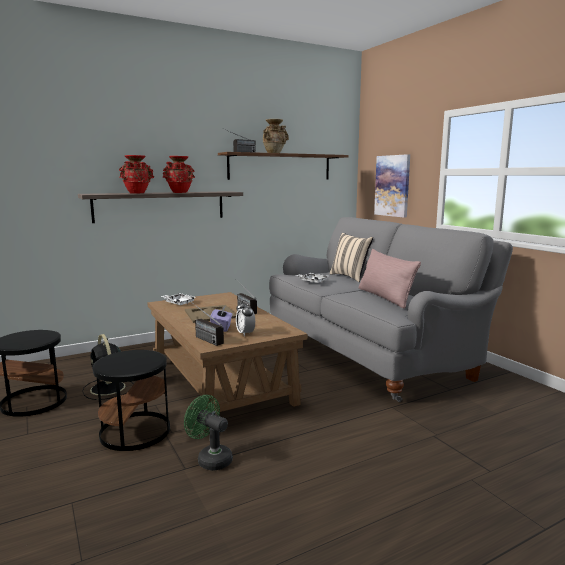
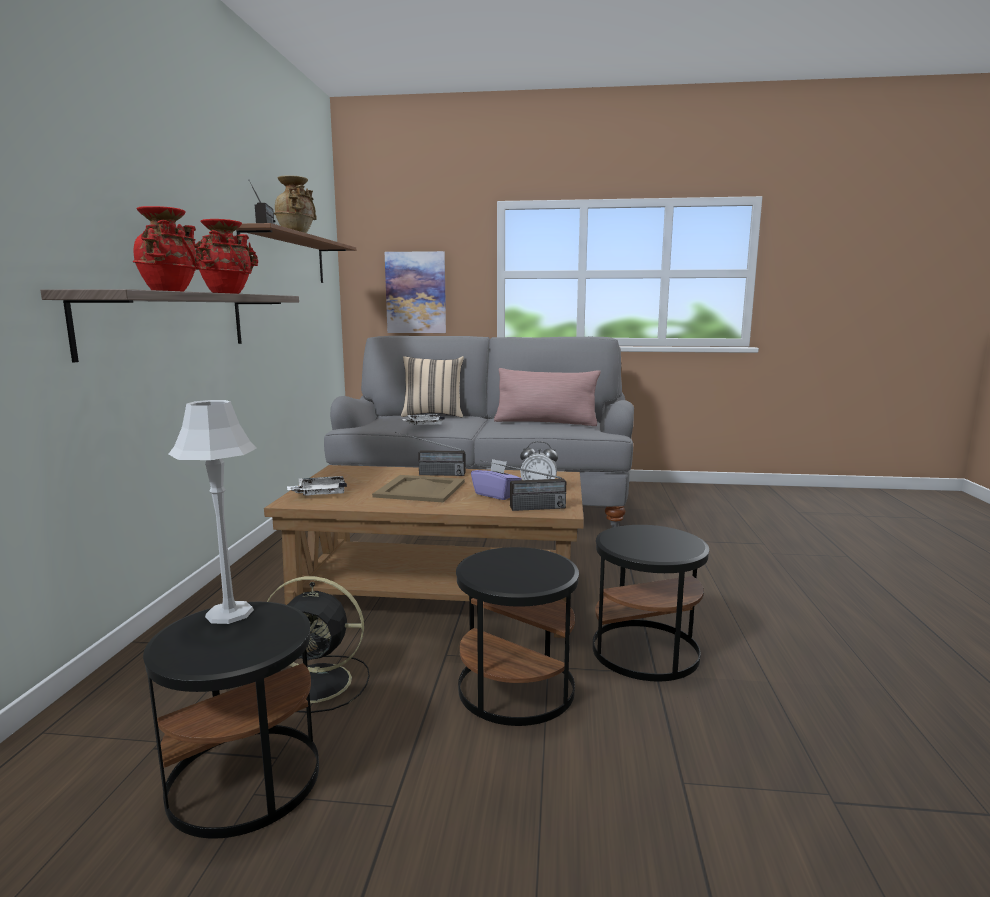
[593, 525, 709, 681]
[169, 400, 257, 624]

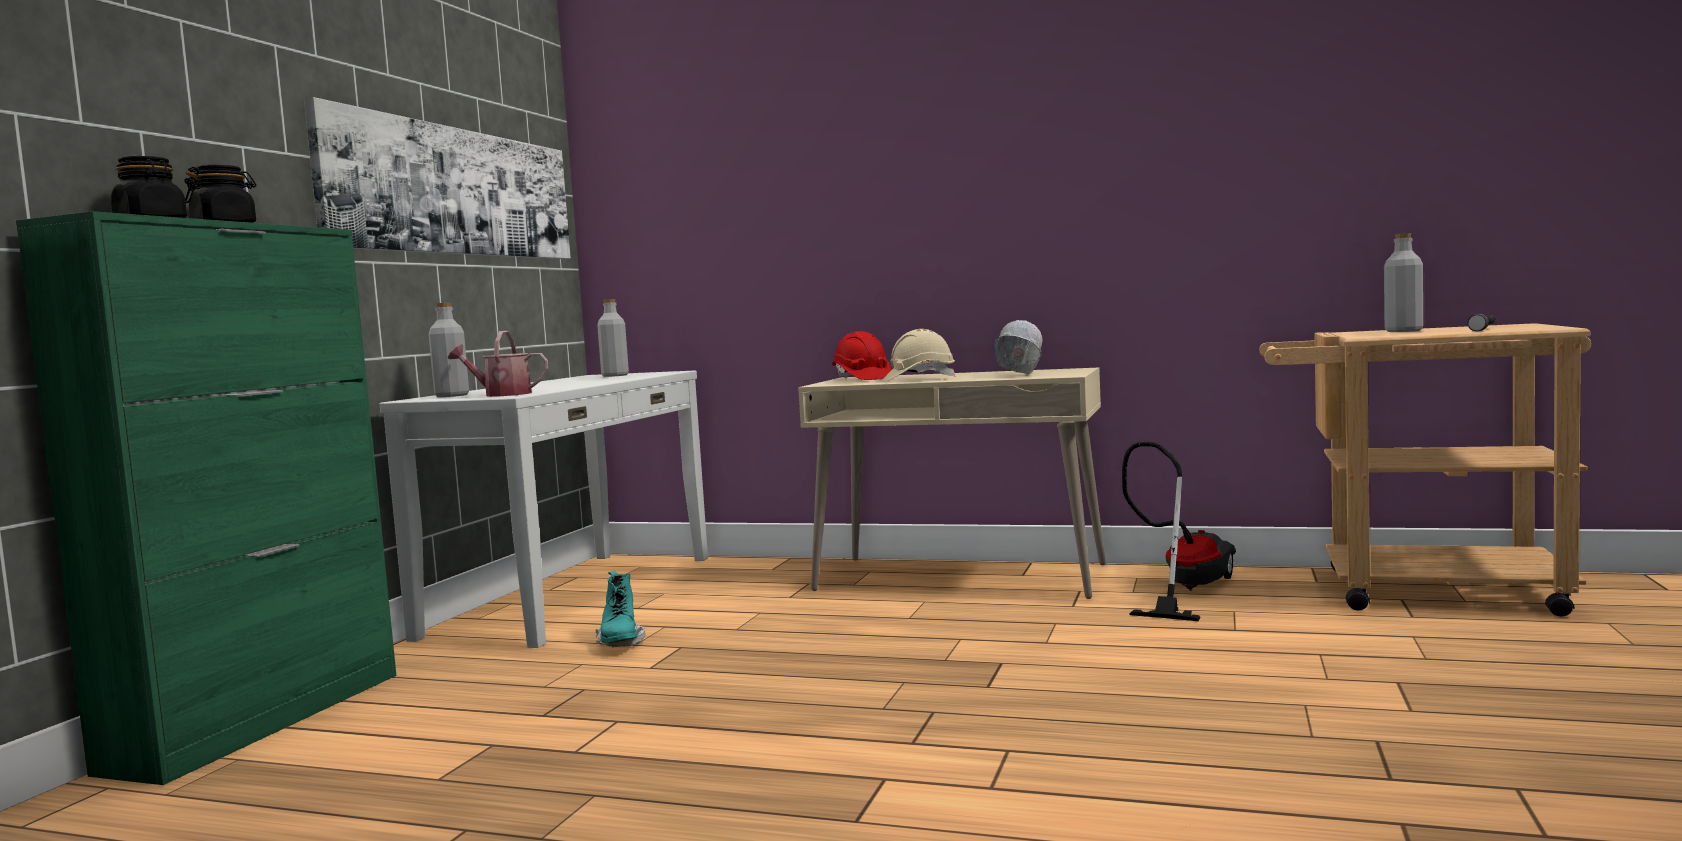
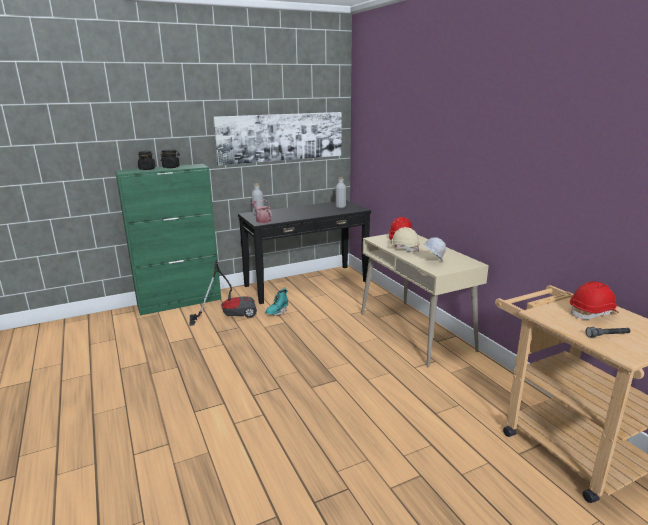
[570, 282, 619, 320]
[238, 200, 371, 304]
[190, 260, 257, 326]

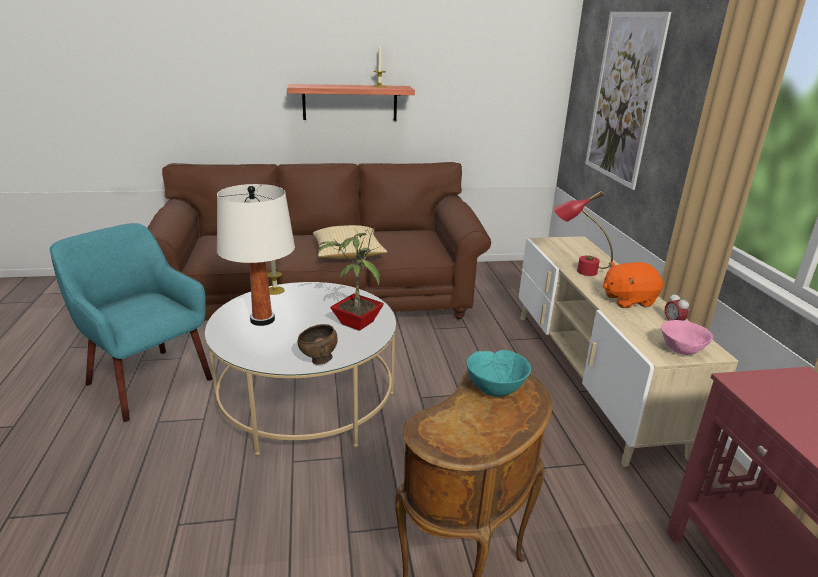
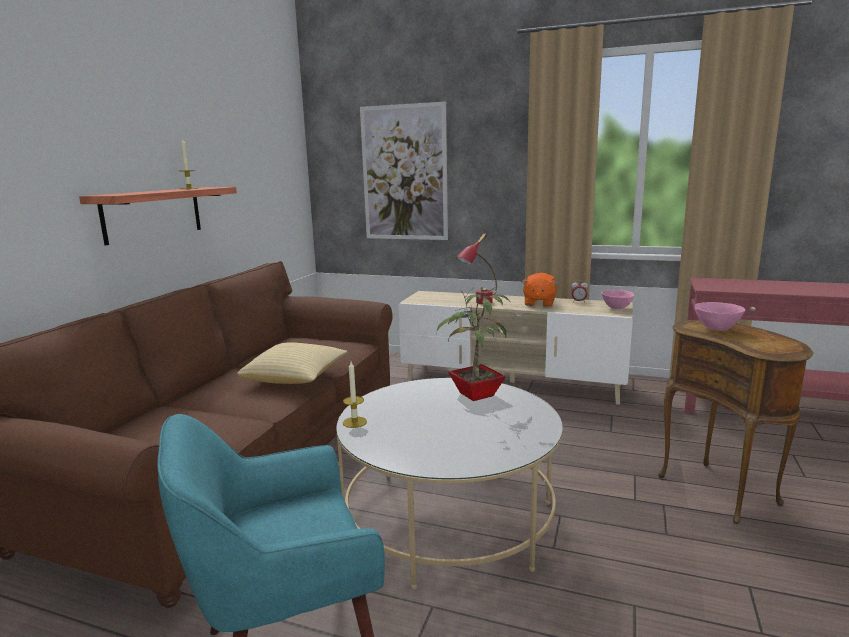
[217, 184, 295, 326] (first image)
[297, 324, 338, 365] (first image)
[695, 302, 745, 331]

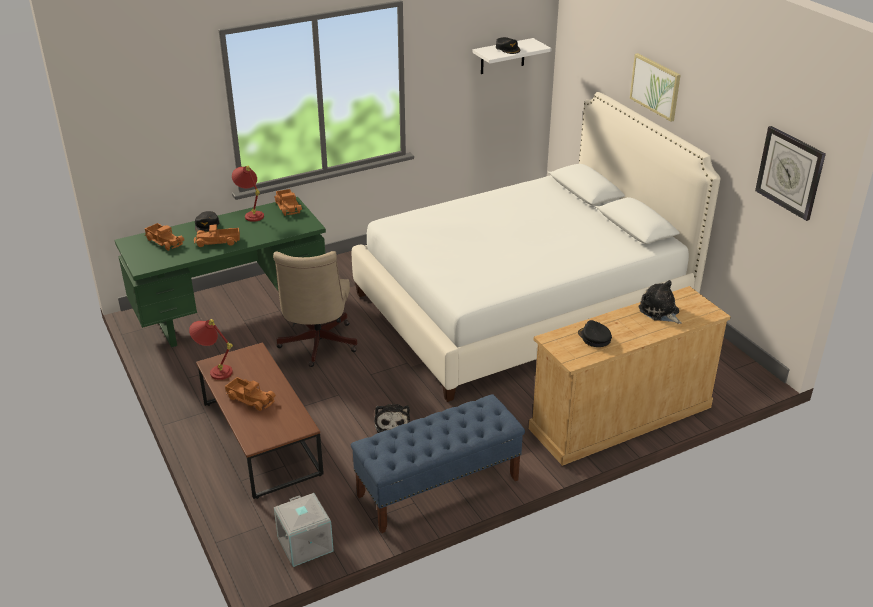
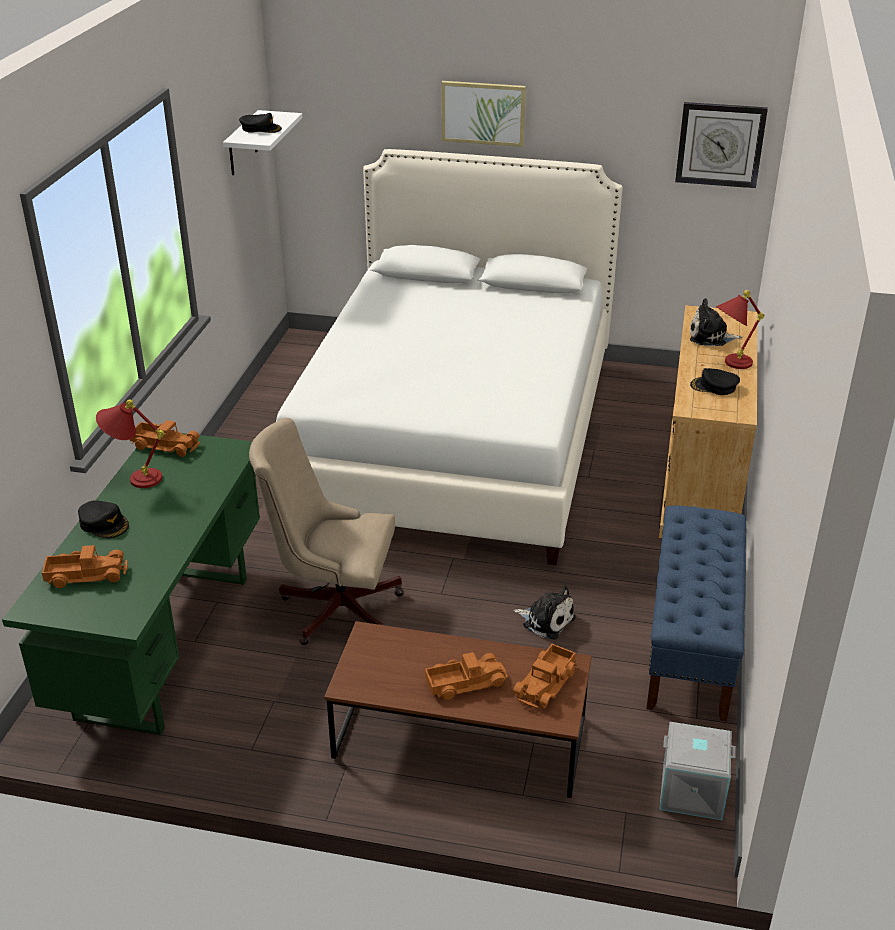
[513, 644, 577, 709]
[249, 418, 404, 645]
[716, 290, 764, 369]

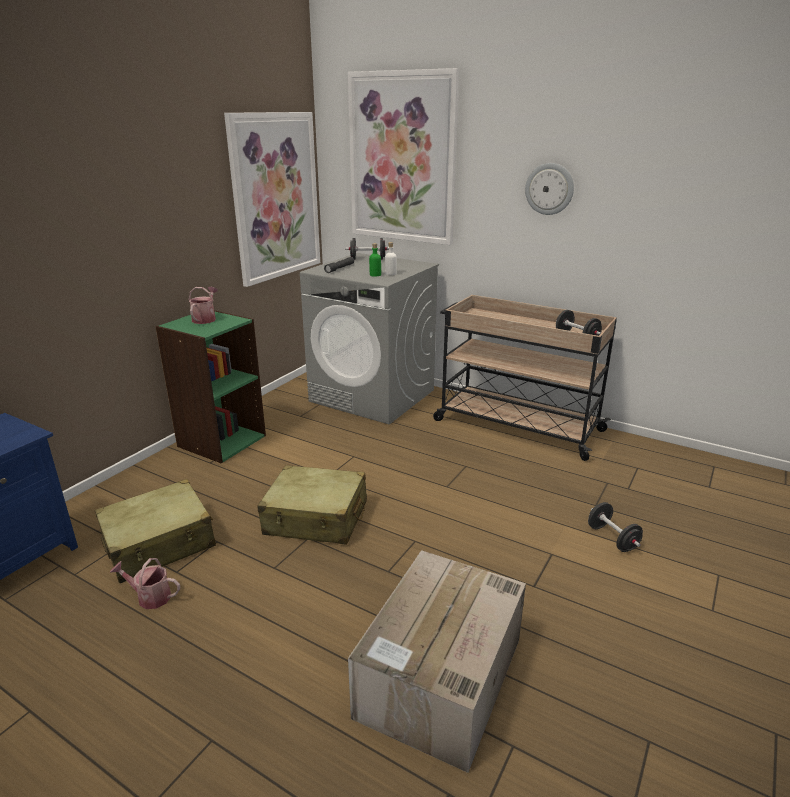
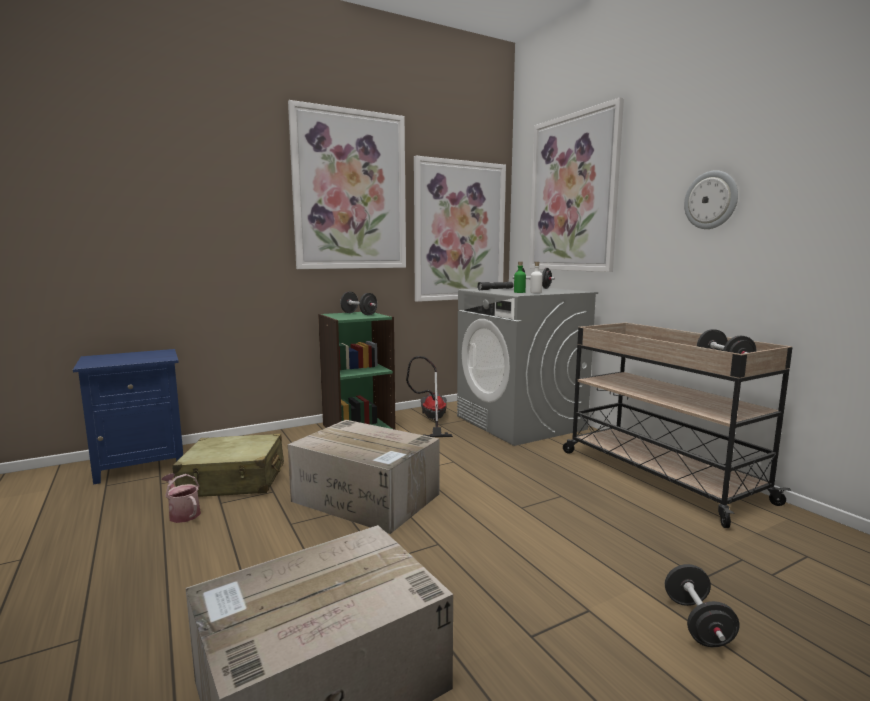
[340, 292, 377, 315]
[288, 420, 439, 534]
[288, 100, 406, 269]
[406, 356, 453, 437]

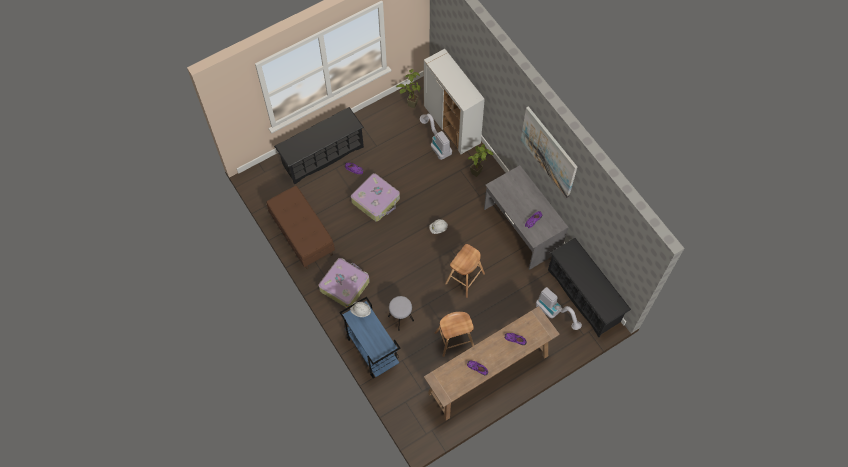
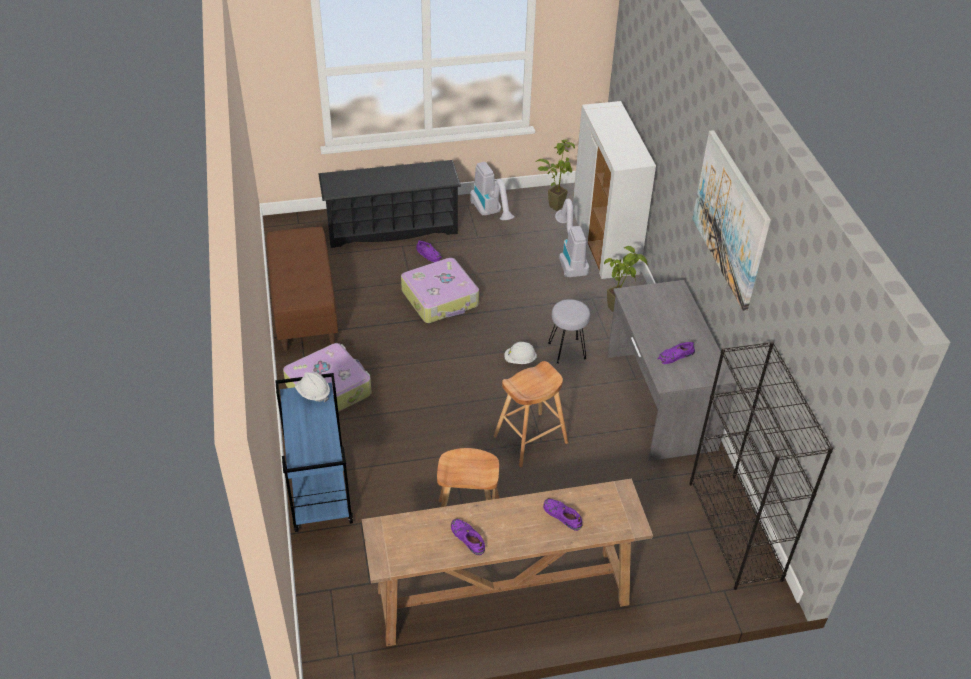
[690, 341, 833, 590]
[470, 162, 515, 220]
[548, 299, 590, 364]

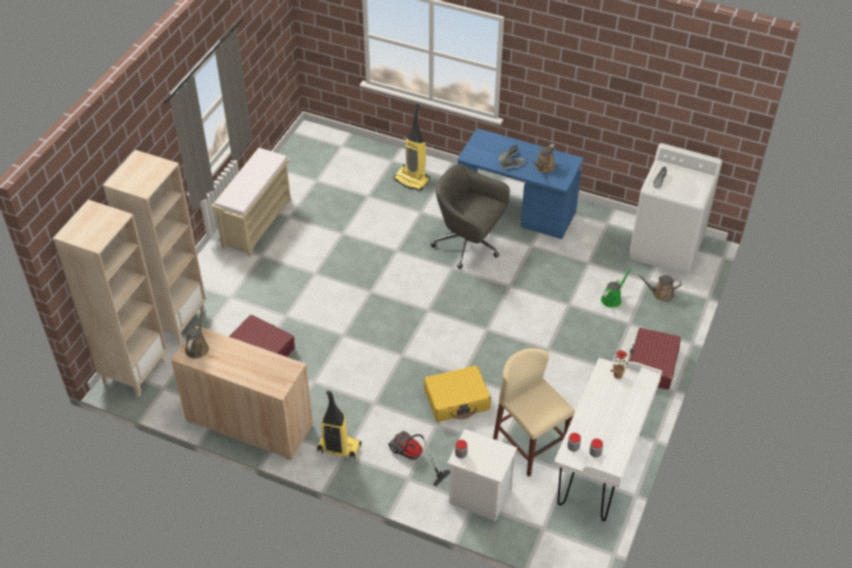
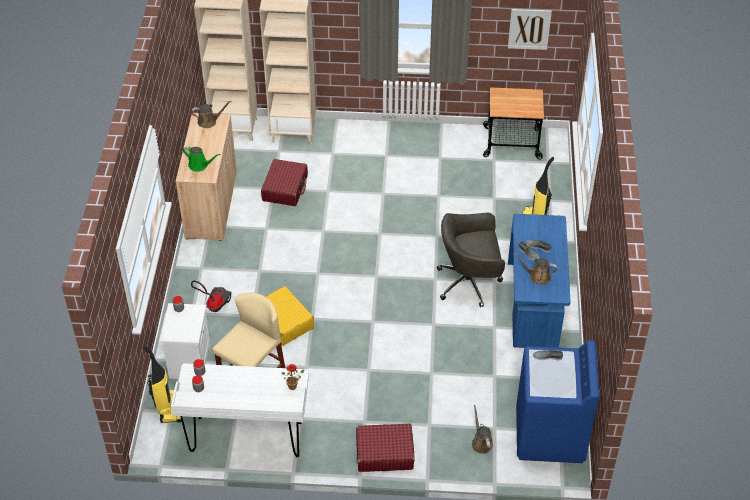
[516, 340, 599, 463]
[212, 148, 291, 256] (first image)
[437, 213, 505, 307]
[183, 146, 221, 172]
[143, 345, 181, 423]
[508, 9, 552, 50]
[483, 87, 544, 160]

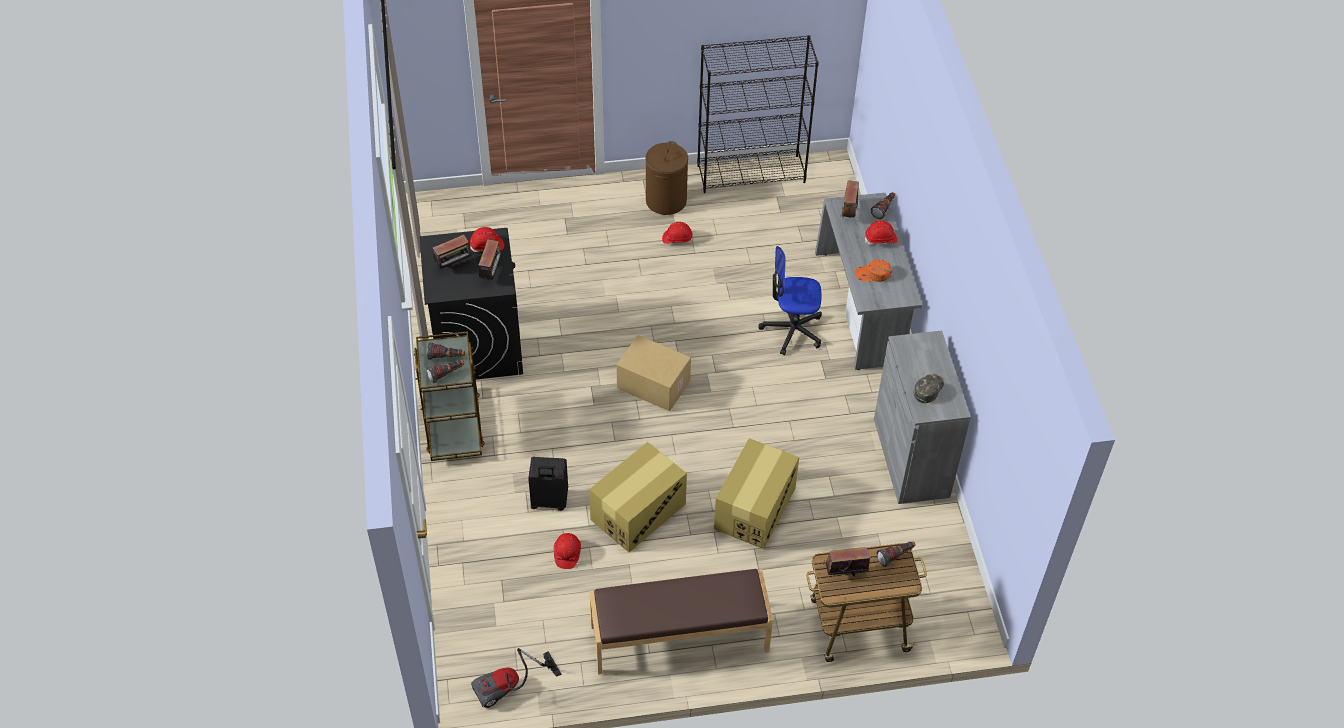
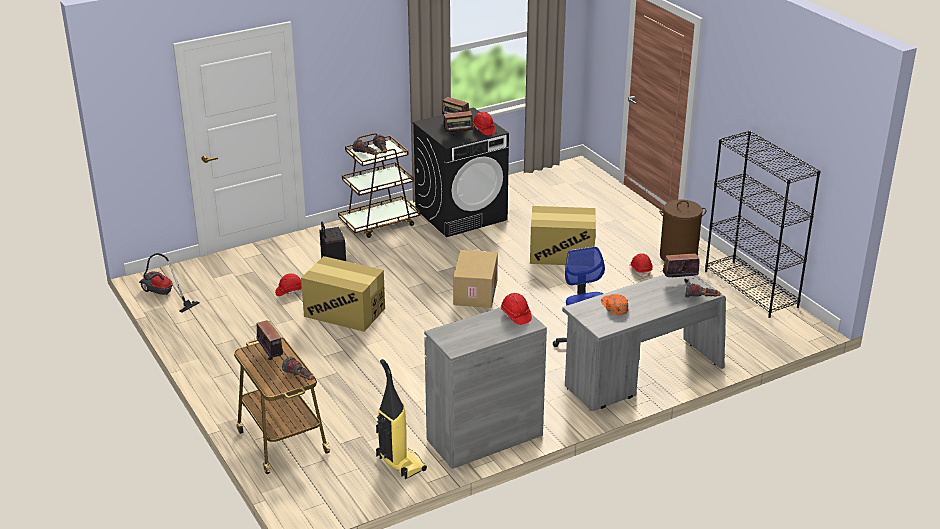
[501, 293, 532, 325]
[914, 374, 944, 403] (first image)
[530, 206, 596, 265]
[589, 569, 773, 675] (first image)
[376, 359, 427, 479]

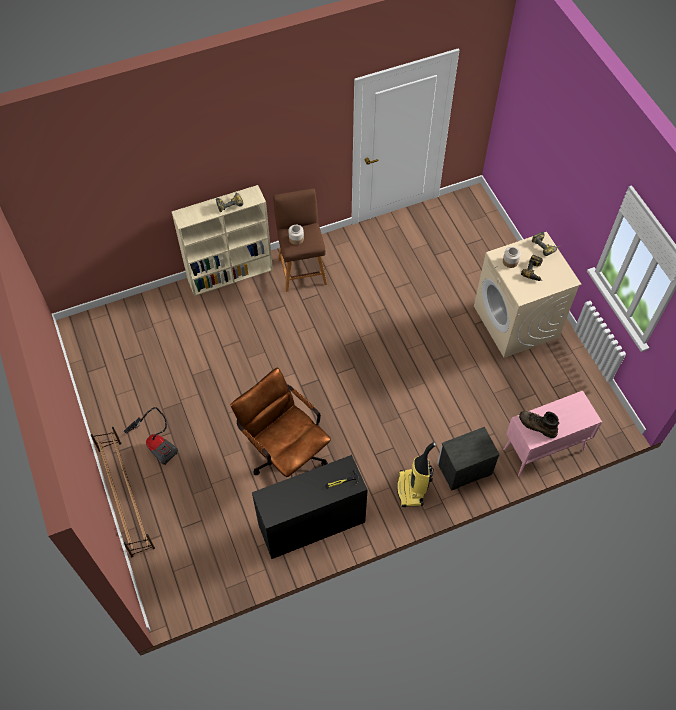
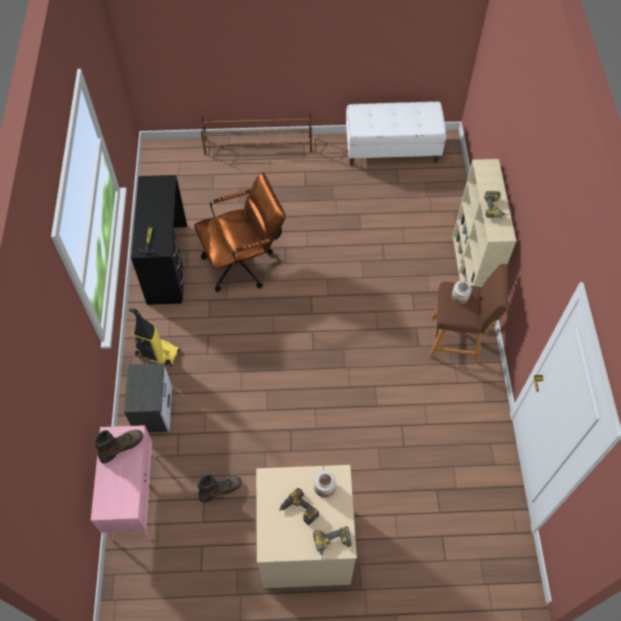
[124, 407, 178, 465] (first image)
[346, 101, 446, 166]
[197, 474, 242, 503]

